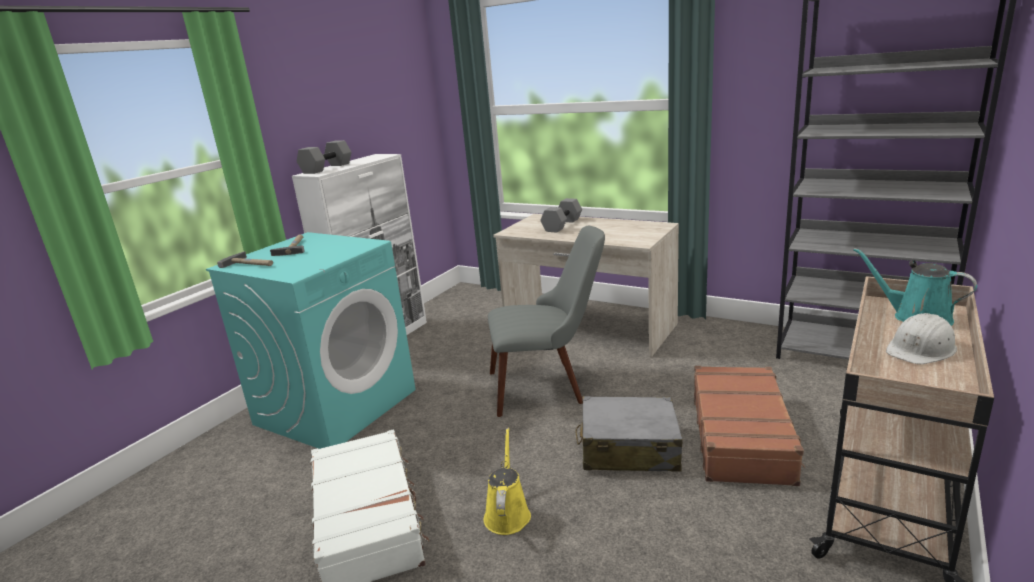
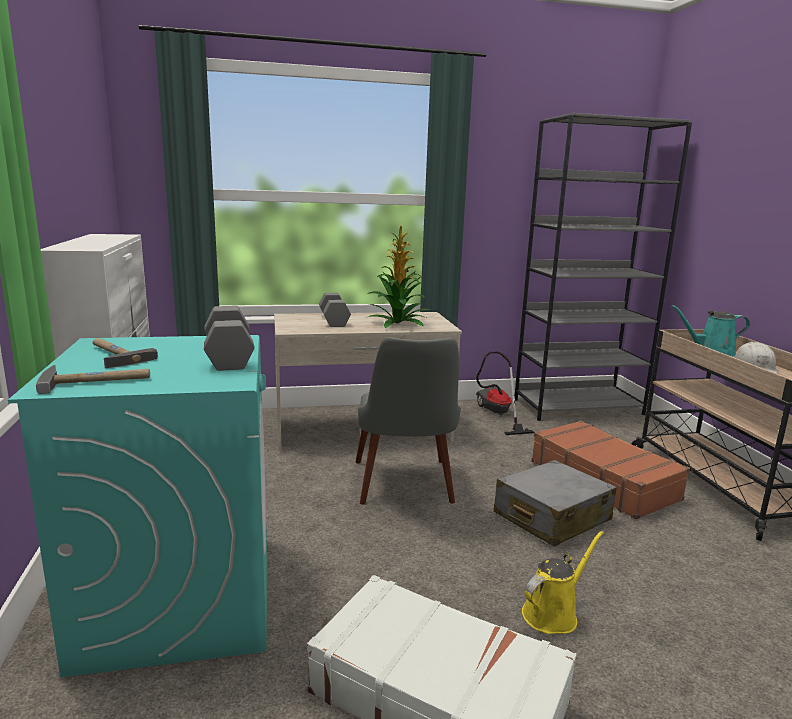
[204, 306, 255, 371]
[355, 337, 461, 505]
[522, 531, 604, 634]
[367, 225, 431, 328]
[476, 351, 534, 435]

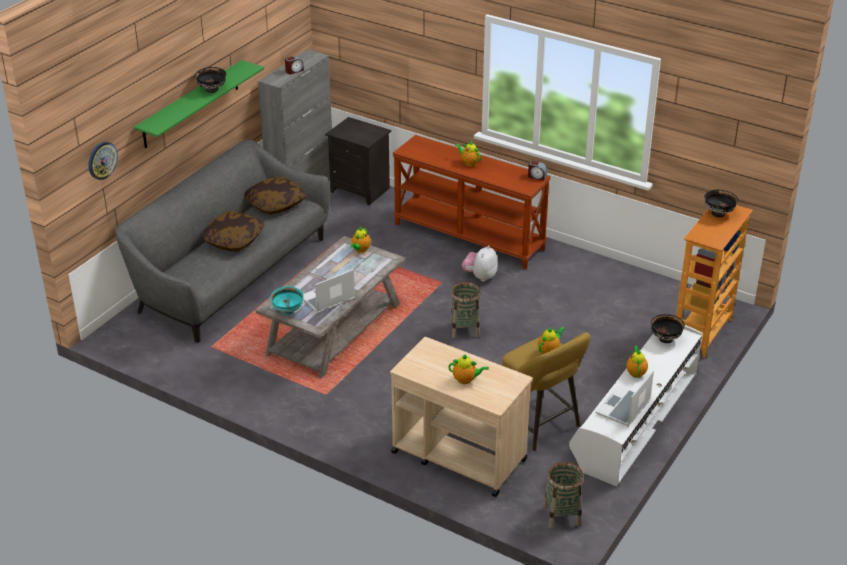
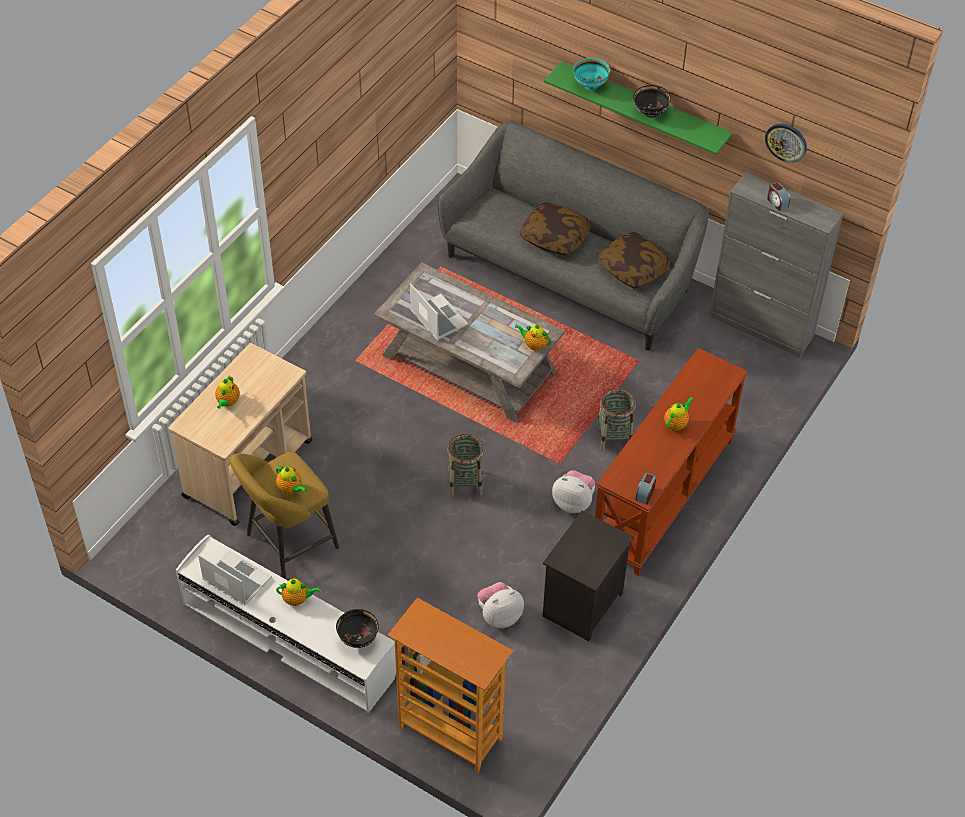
[543, 510, 634, 641]
[765, 123, 807, 162]
[704, 190, 738, 217] (first image)
[573, 58, 610, 90]
[596, 389, 636, 451]
[478, 582, 524, 628]

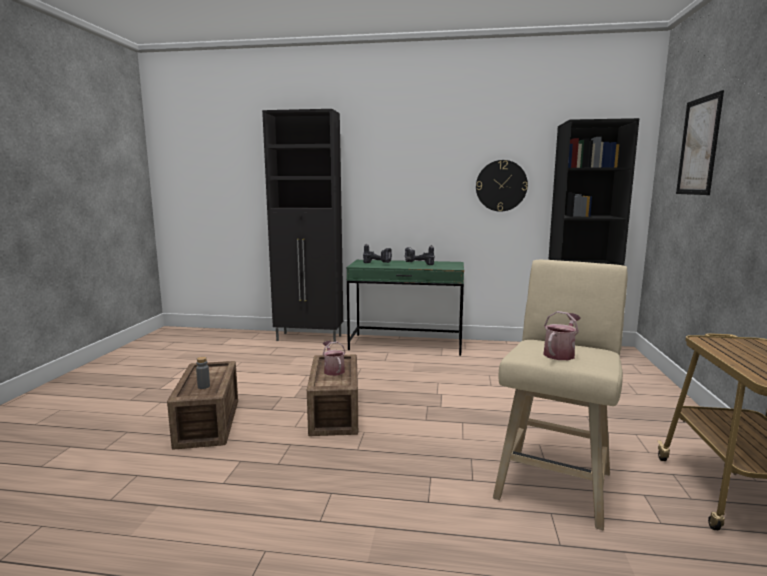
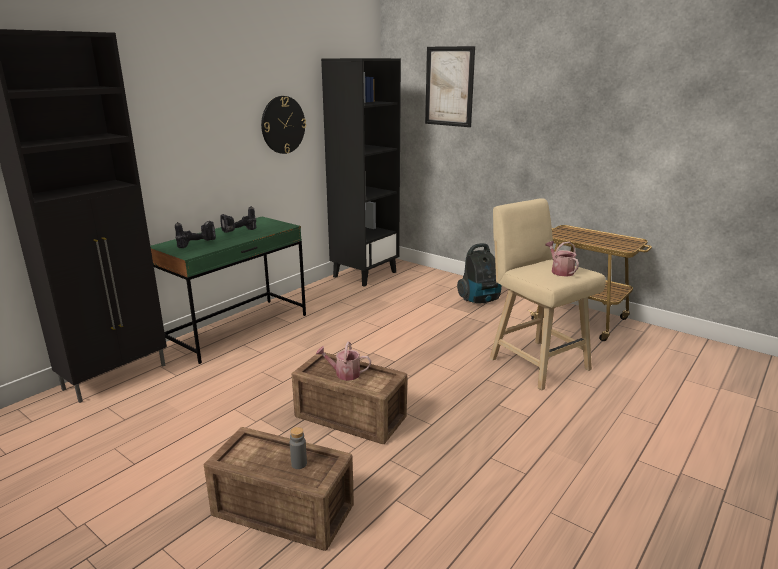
[457, 243, 502, 304]

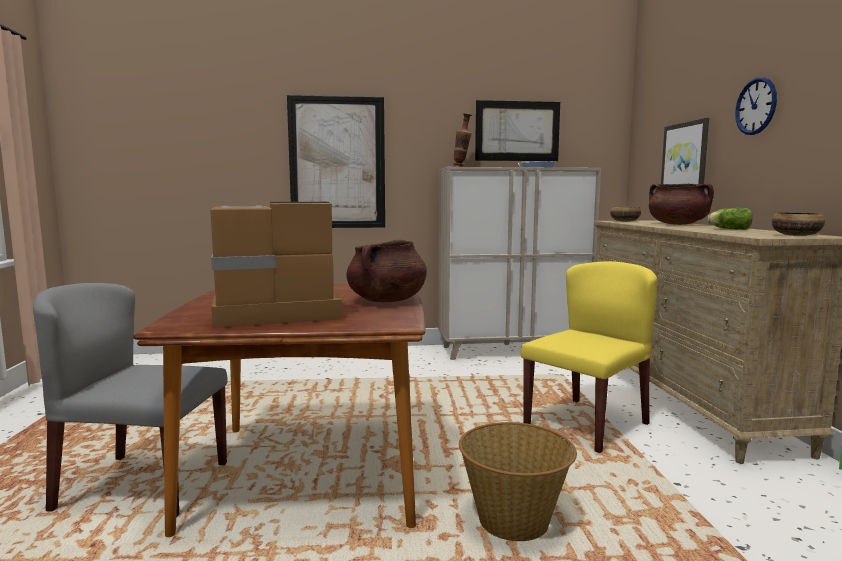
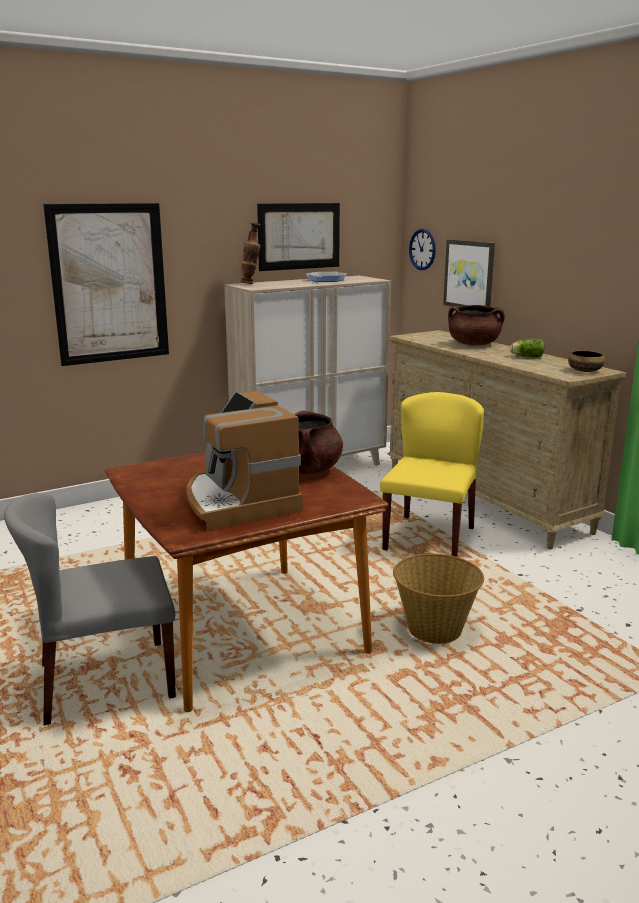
[409, 229, 436, 270]
[186, 391, 302, 531]
[610, 207, 641, 222] (first image)

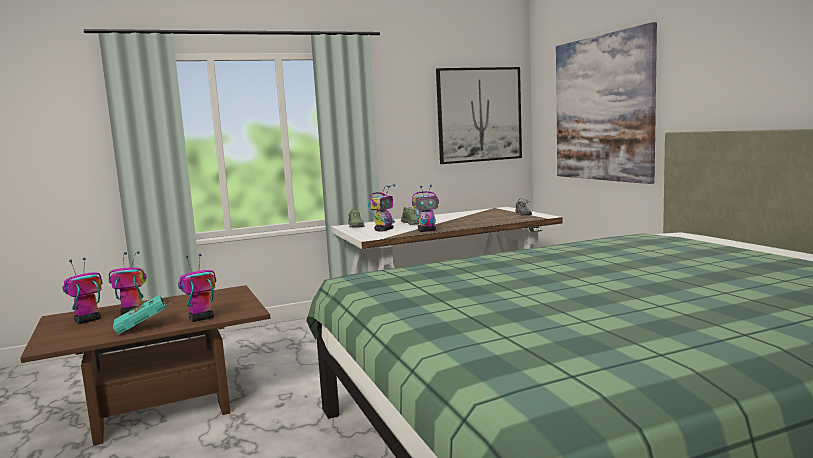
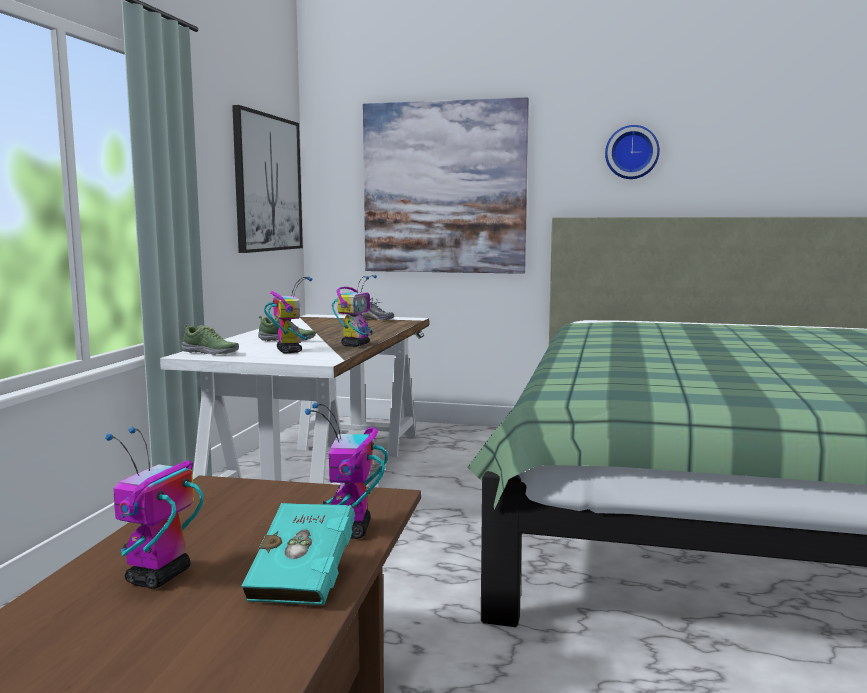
[62, 257, 102, 324] (first image)
[605, 125, 660, 179]

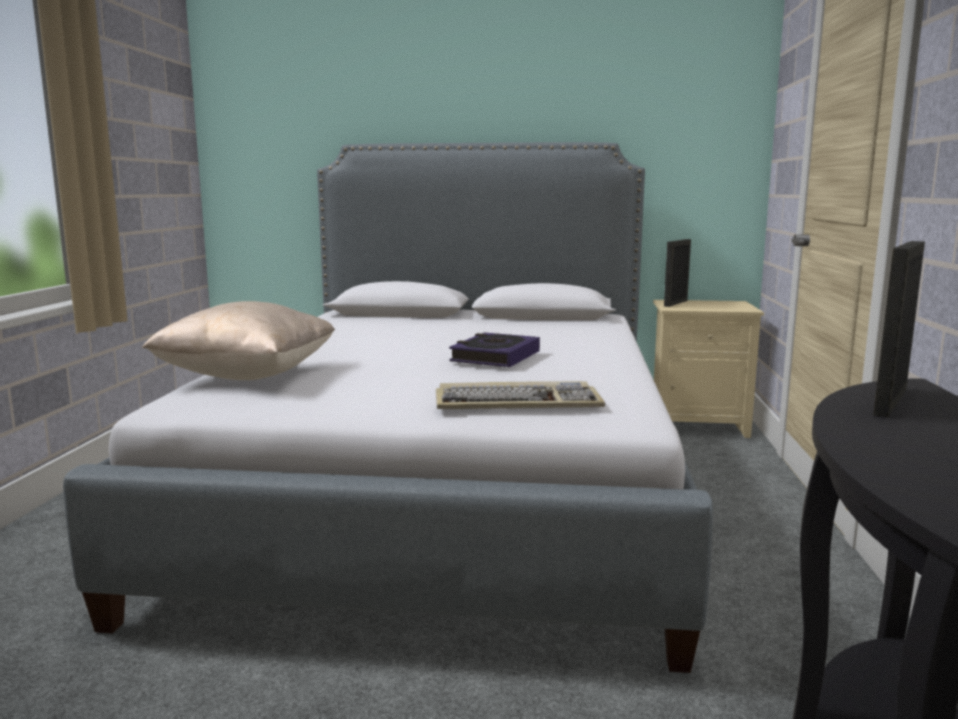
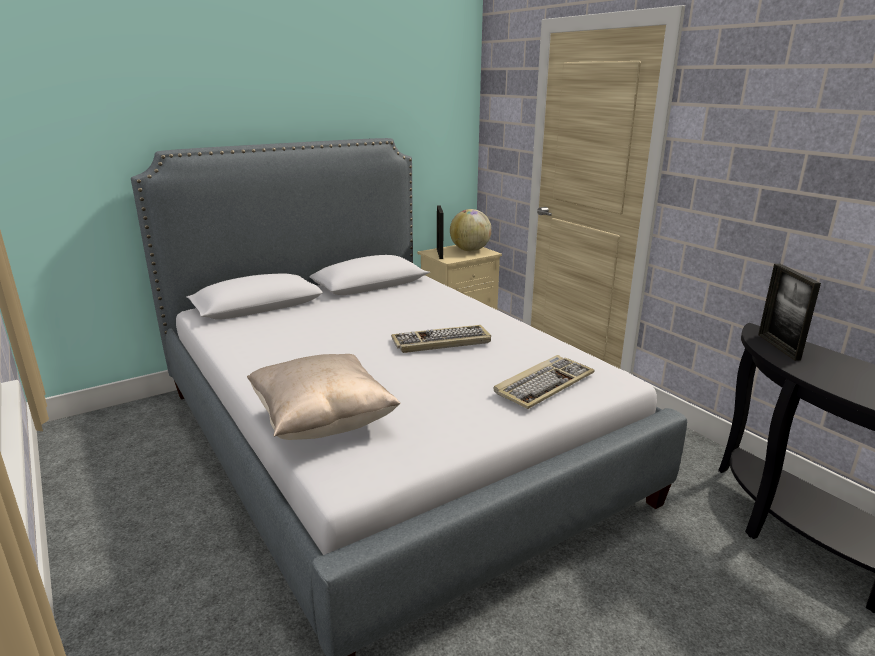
[391, 325, 491, 353]
[450, 209, 492, 251]

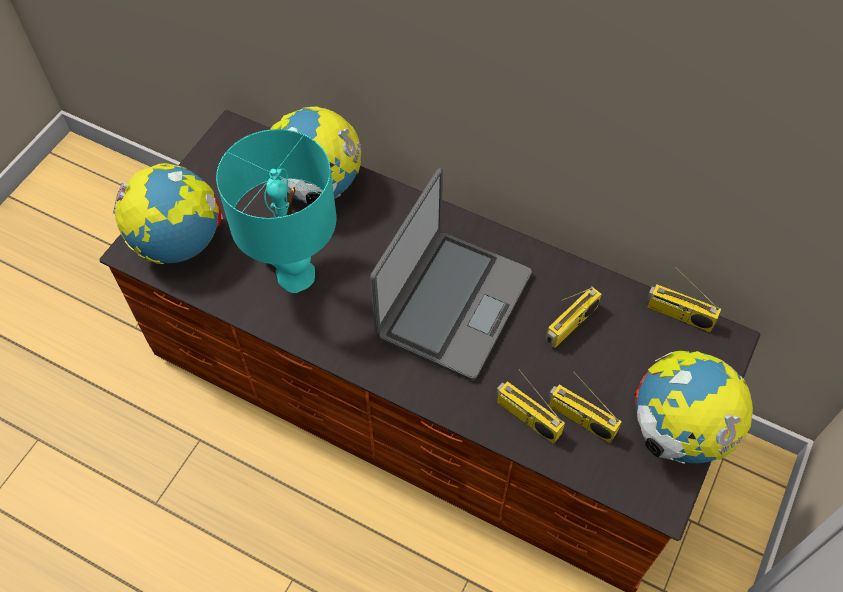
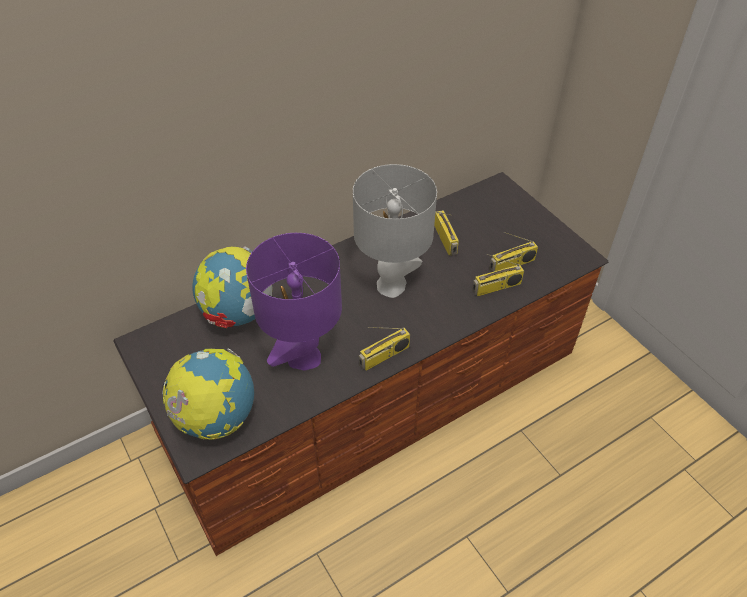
[246, 233, 342, 370]
[353, 164, 437, 298]
[359, 327, 410, 371]
[634, 351, 753, 463] (first image)

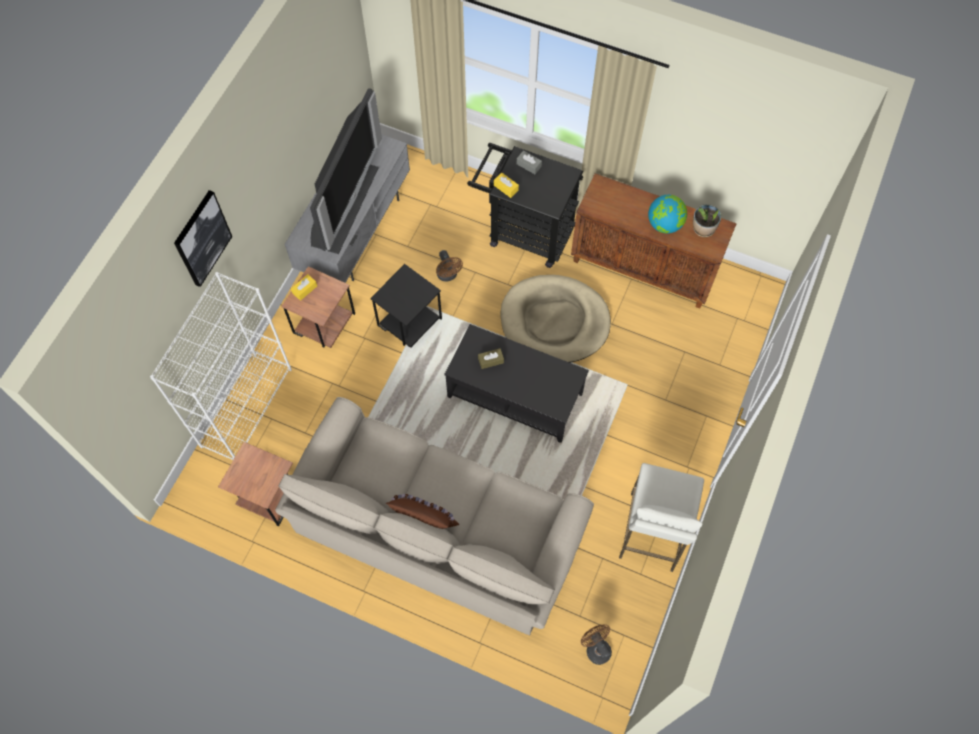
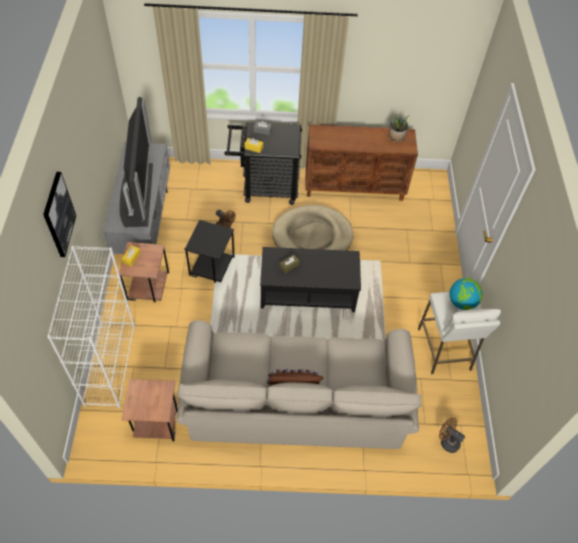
[449, 278, 482, 310]

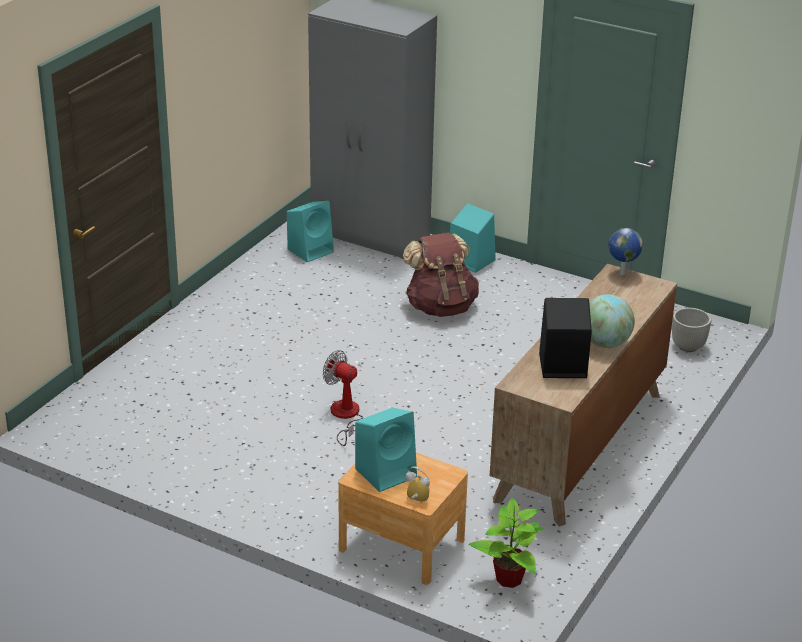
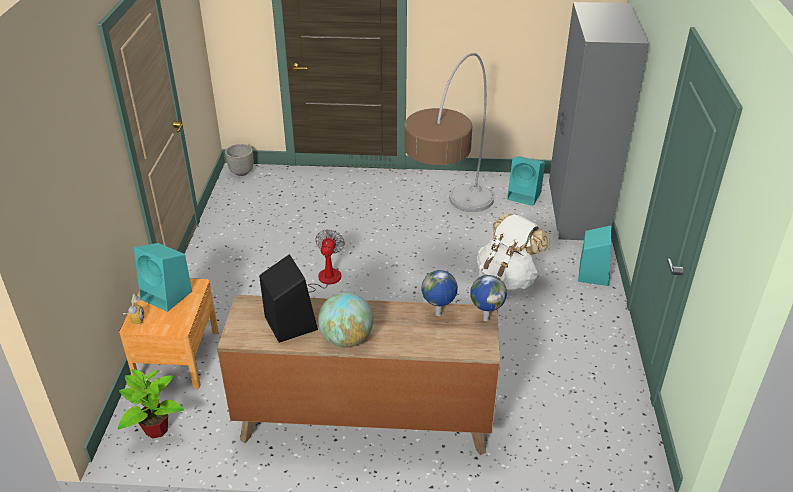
[477, 213, 549, 291]
[225, 144, 253, 176]
[404, 53, 494, 212]
[421, 270, 458, 316]

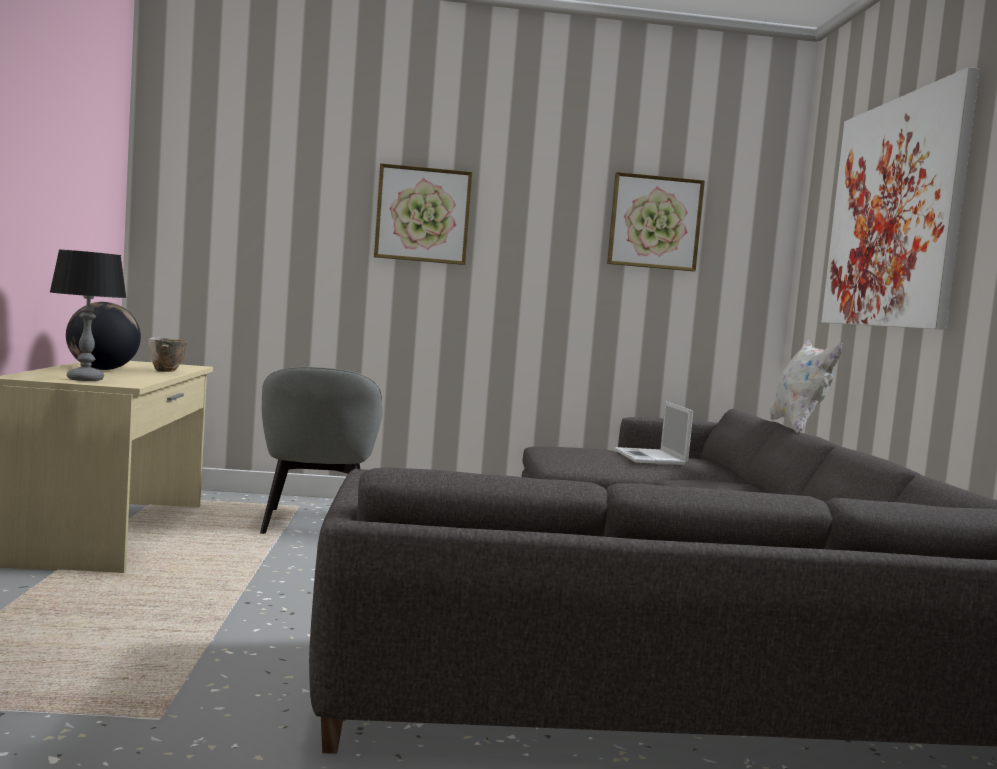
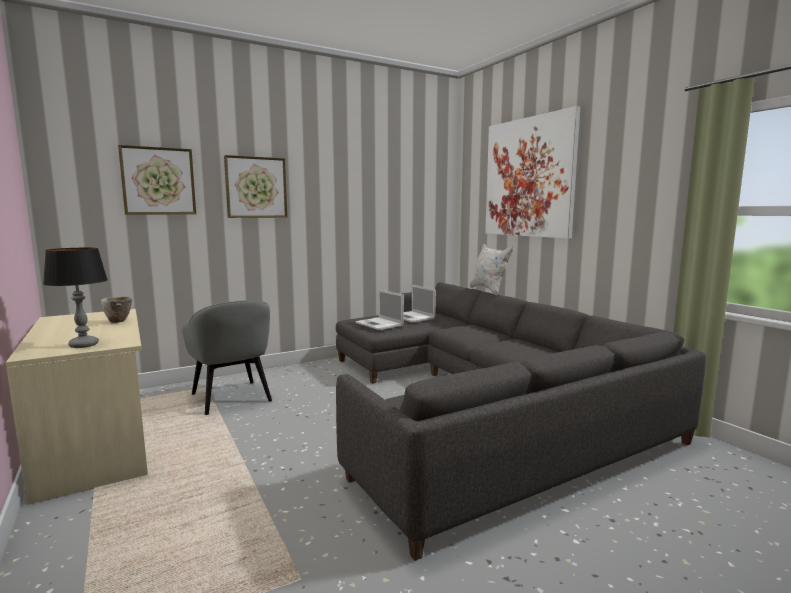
[118, 145, 196, 214]
[66, 302, 141, 370] (first image)
[355, 290, 404, 330]

